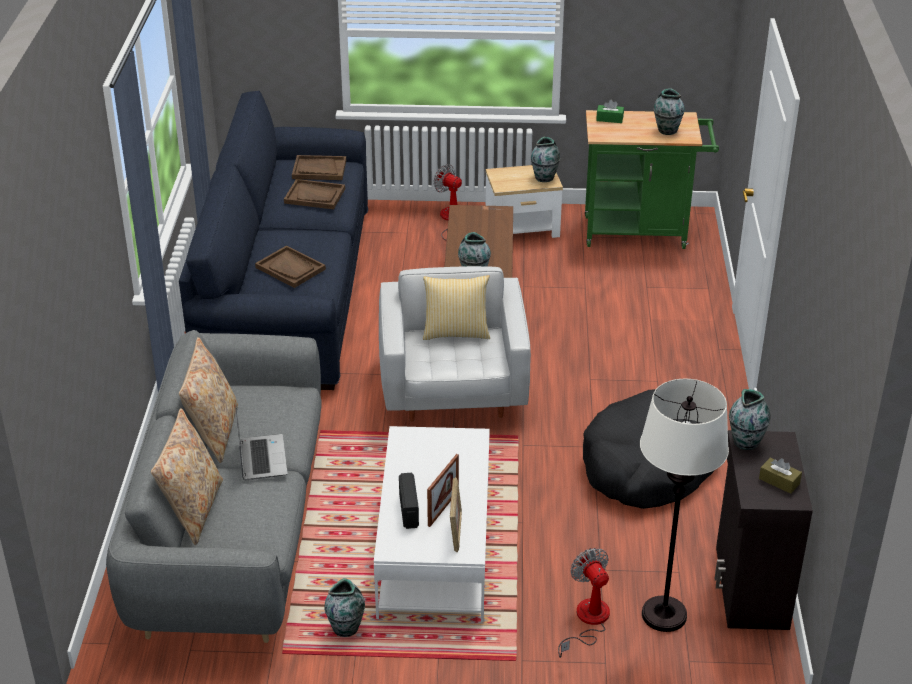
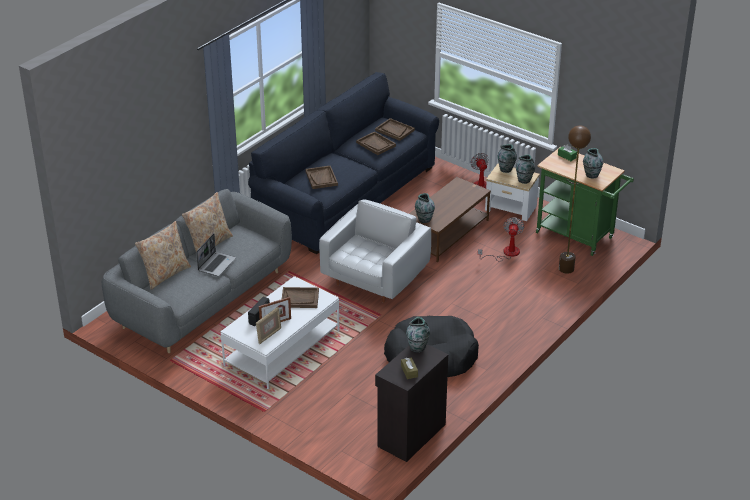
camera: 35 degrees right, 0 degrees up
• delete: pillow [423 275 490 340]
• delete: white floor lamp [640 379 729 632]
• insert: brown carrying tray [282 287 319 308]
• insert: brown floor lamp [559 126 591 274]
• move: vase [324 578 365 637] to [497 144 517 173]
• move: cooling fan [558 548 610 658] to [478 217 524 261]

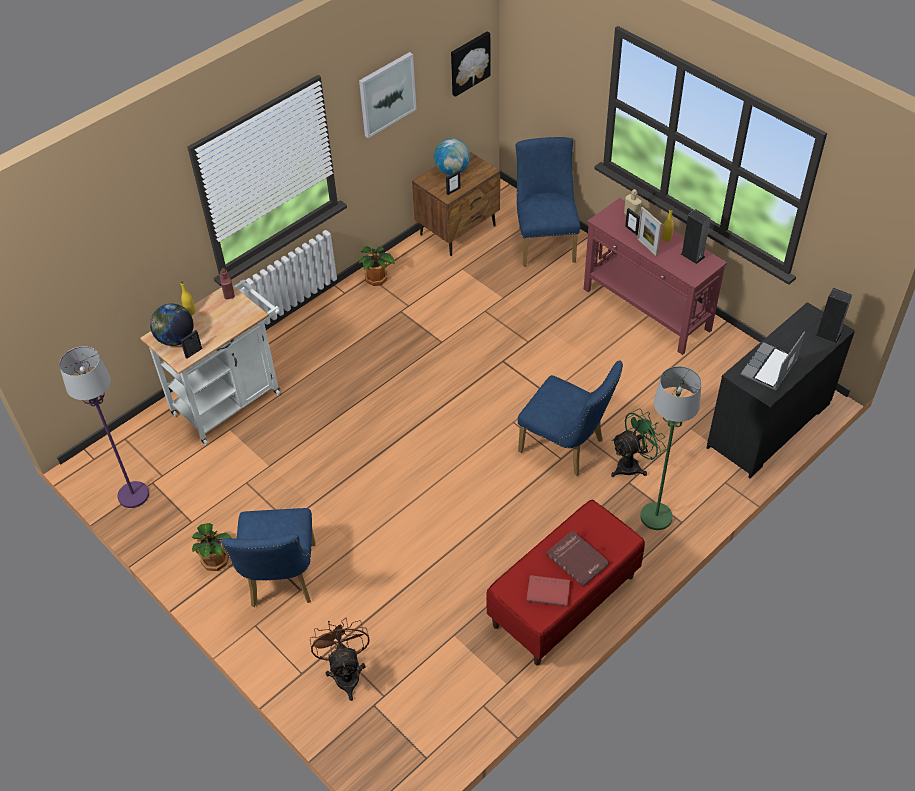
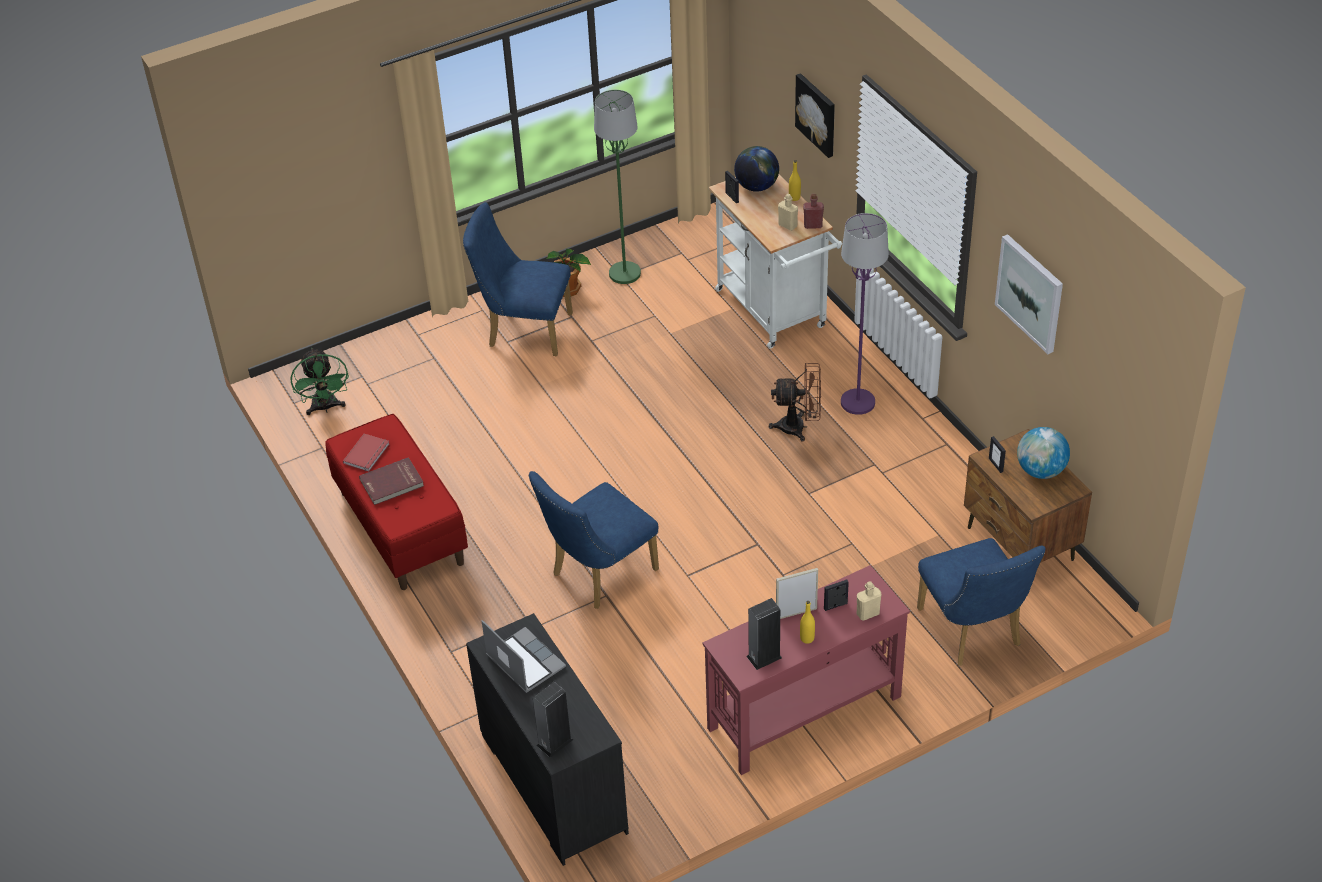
camera: 105 degrees right, 5 degrees down
• delete: houseplant [358 246 395 286]
• insert: sand-coloured drink bottle [778 194 798 231]
• move: purple-coloured floor lamp [59 346 149 508] to [841 213 889 415]
• move: brown cooling fan [310 618 370 701] to [769 363 821 442]
• move: wall art [451 31 491 97] to [795 73 835 158]
• move: green-coloured cooling fan [611 408 666 477] to [290 348 349 415]
• move: green-coloured floor lamp [640 366 702 530] to [594 90 641 284]
• rotate: blue chair [516 137 580 267] = [917 538 1045 666] 60 degrees clockwise

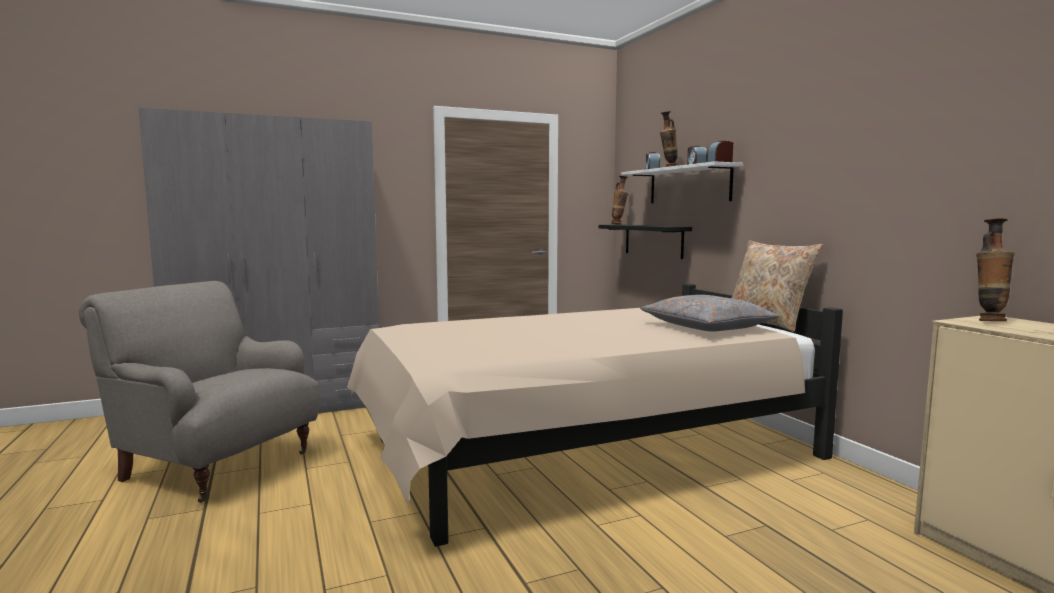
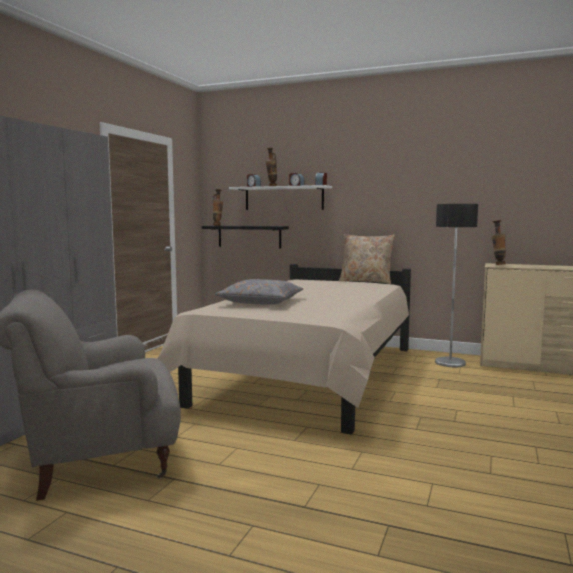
camera: 45 degrees left, 0 degrees up
• insert: floor lamp [435 204 478 367]
• move: greyish pillow [640 295 780 332] to [215 279 303 305]

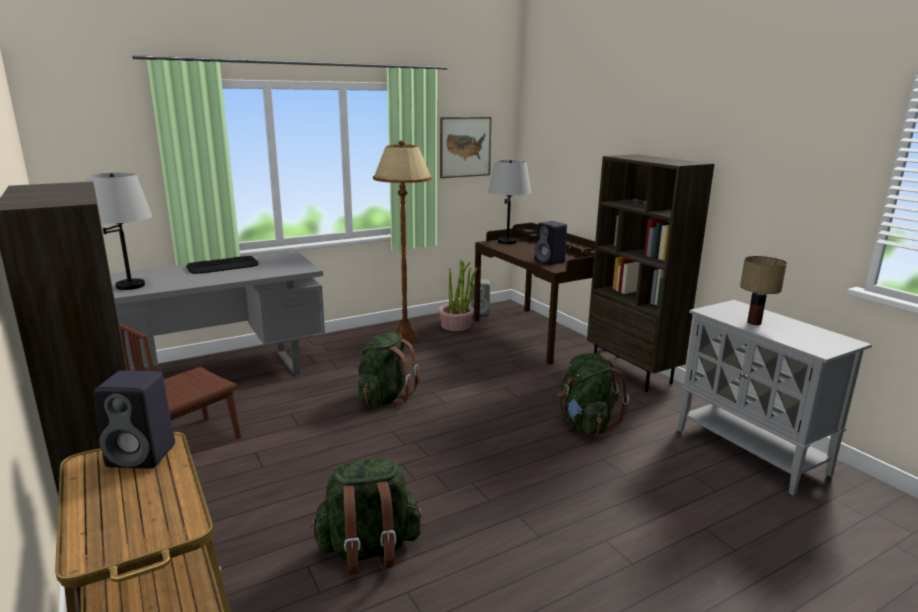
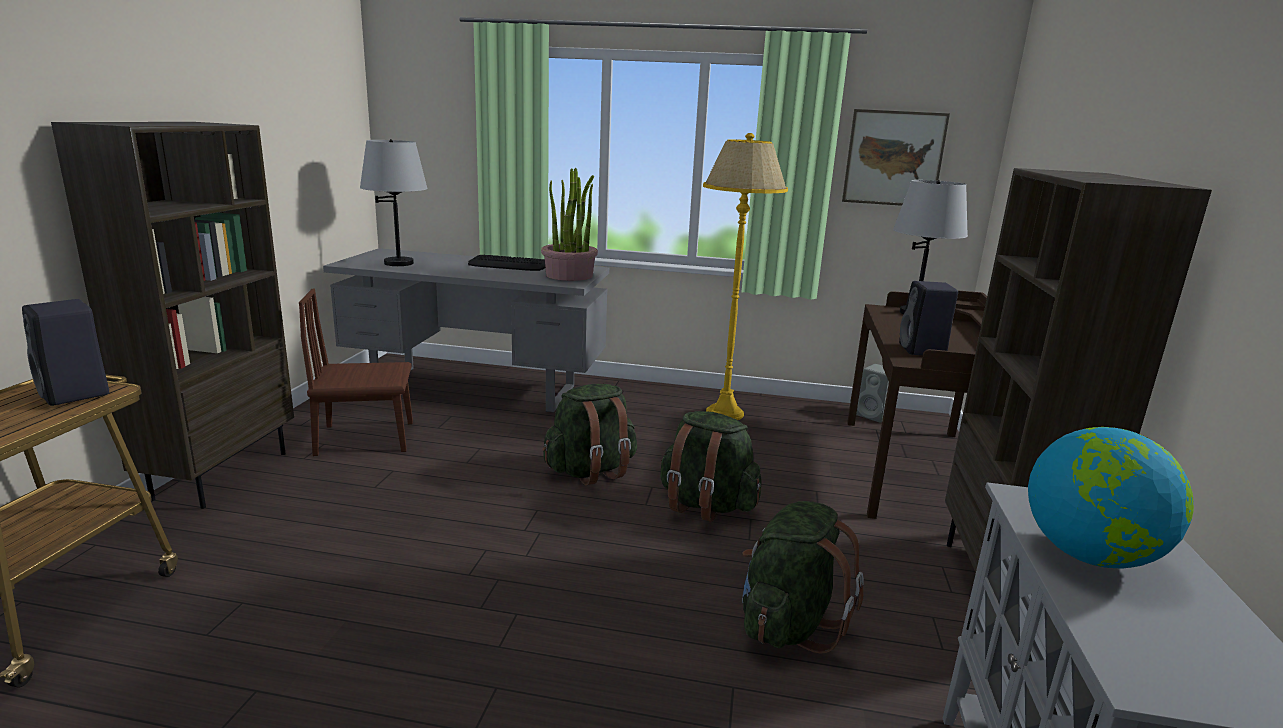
camera: 40 degrees right, 0 degrees up
• move: green-coloured knapsack [310 458 421 575] to [660 411 762 522]
• move: houseplant [438 260 478 331] to [541 168 598 281]
• replace: tabletop lamp [740 256 787 325] to globe [1028 427 1194 569]
• recolor: brown floor lamp [373 140 432 342] to yellow-coloured floor lamp [703 133 788 420]

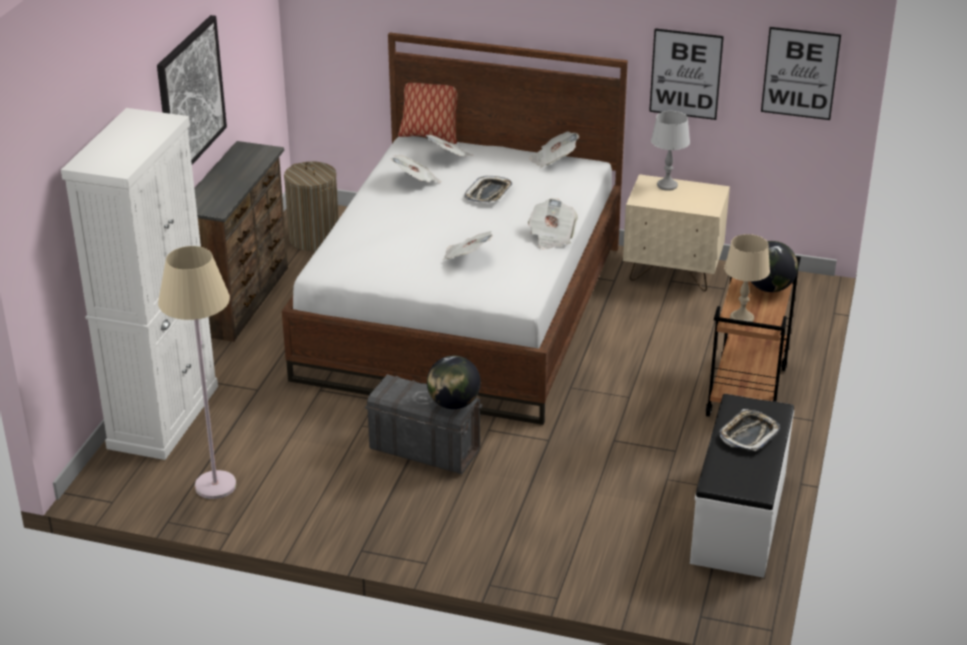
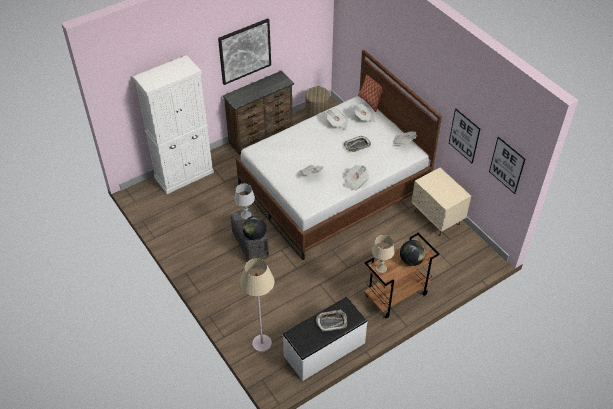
camera: 40 degrees right, 15 degrees up
• move: sand-coloured floor lamp [158 246 236 499] to [240 258 274 352]
• move: greyish tabletop lamp [651 111 690 191] to [234 184 255 220]

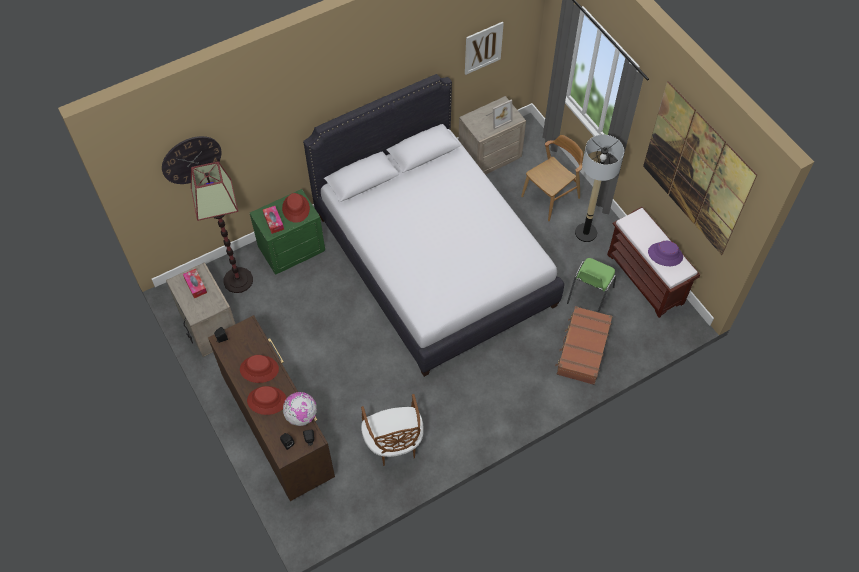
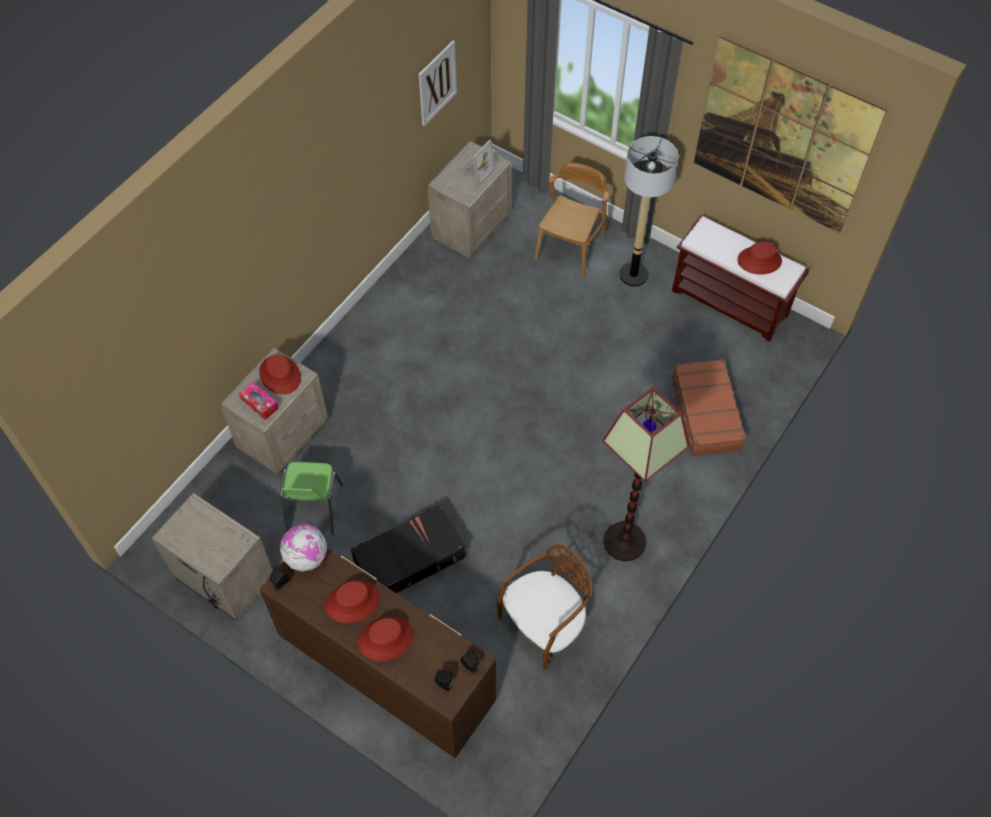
camera: 25 degrees left, 0 degrees up
• delete: hanging clock [162 136 222 184]
• delete: tissue box [183 269 207 298]
• delete: white bedroom bed [303 74 564 377]
• insert: black-coloured travel case [351 504 466 593]
• move: floor lamp [191 162 253 293] to [602 387 690 561]
• move: globe [283 392 316 426] to [280 524 327 571]
• move: green-coloured chair [567 258 616 312] to [280 462 343 535]
• recolor: green-coloured night table [250 189 325 274] to sand-coloured night table [220 348 328 474]
• recolor: purple-coloured wearable hat [648 241 683 266] to red-coloured wearable hat [738 242 782 275]
• rotate: brown chair [361 394 424 466] = [497 545 591 670] 90 degrees counterclockwise

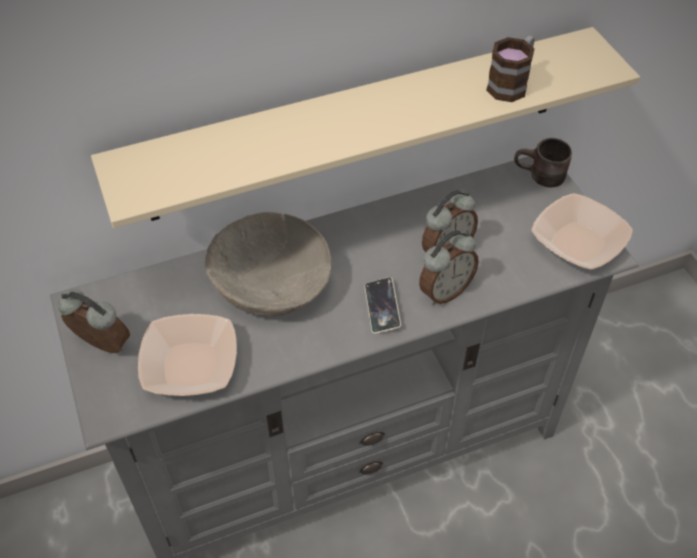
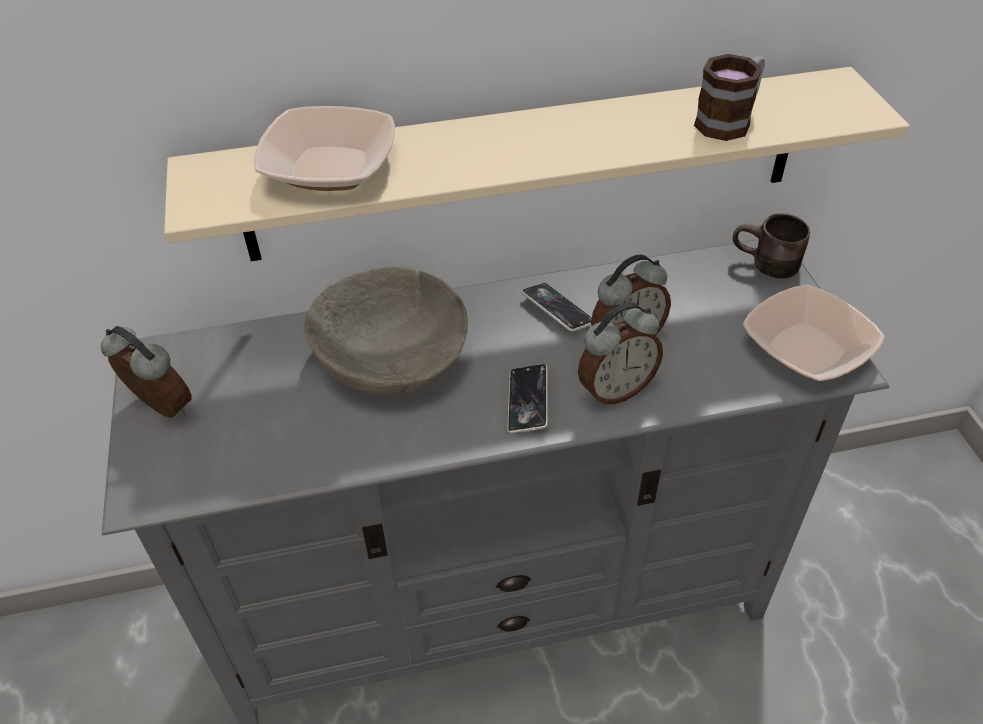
camera: 10 degrees right, 5 degrees down
• insert: telephone [521 283 592 332]
• move: serving bowl [138 314 237 396] to [253 106 395 191]

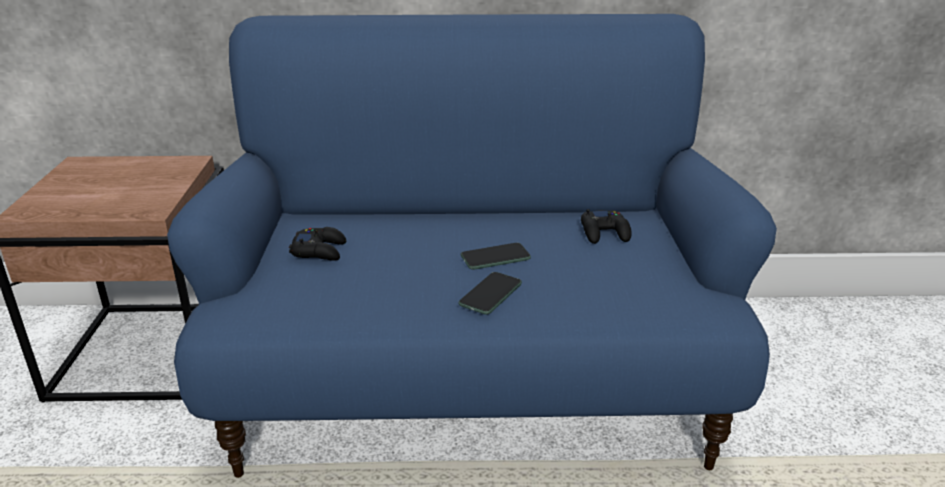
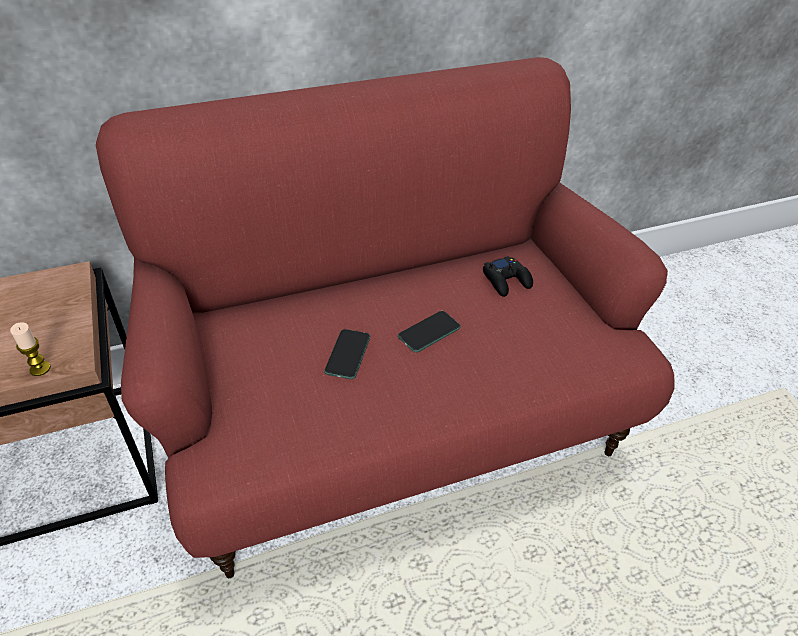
camera: 20 degrees left, 15 degrees up
• delete: black-coloured joypad [289 227 346 261]
• insert: wax light [10 322 51 376]
• move: telephone [458 272 522 315] to [324 329 370 379]
• recolor: blue sofa [167 14 777 478] to red-coloured sofa [96 57 675 578]

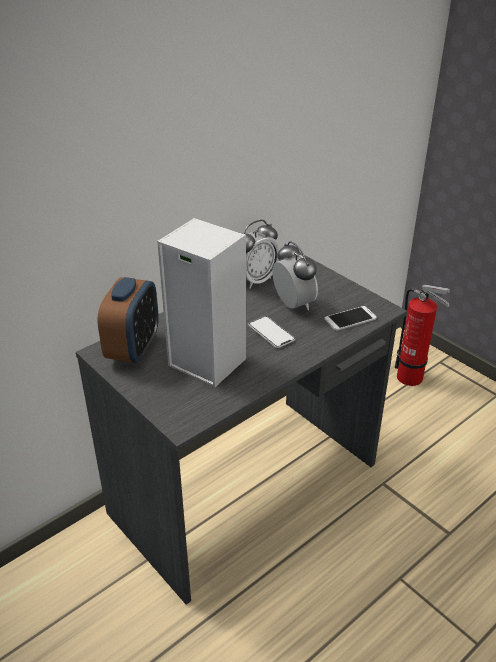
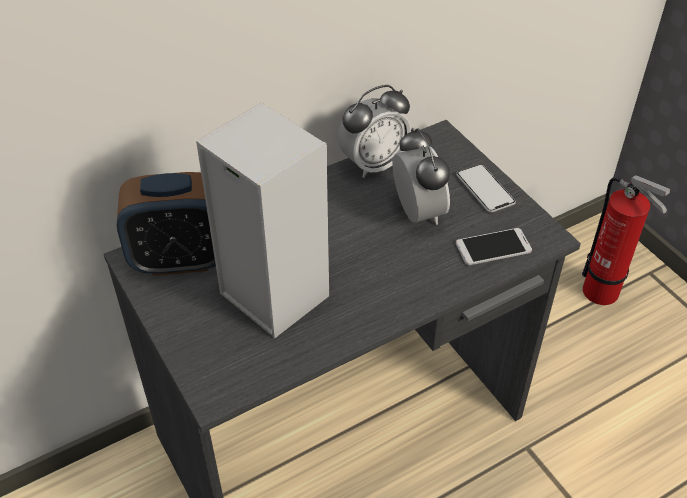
camera: 10 degrees right, 10 degrees up
• move: telephone [248 316 295 348] to [456 164 516 213]
• rotate: table clock [98 277 159 363] = [117 172 216 276] 60 degrees clockwise

